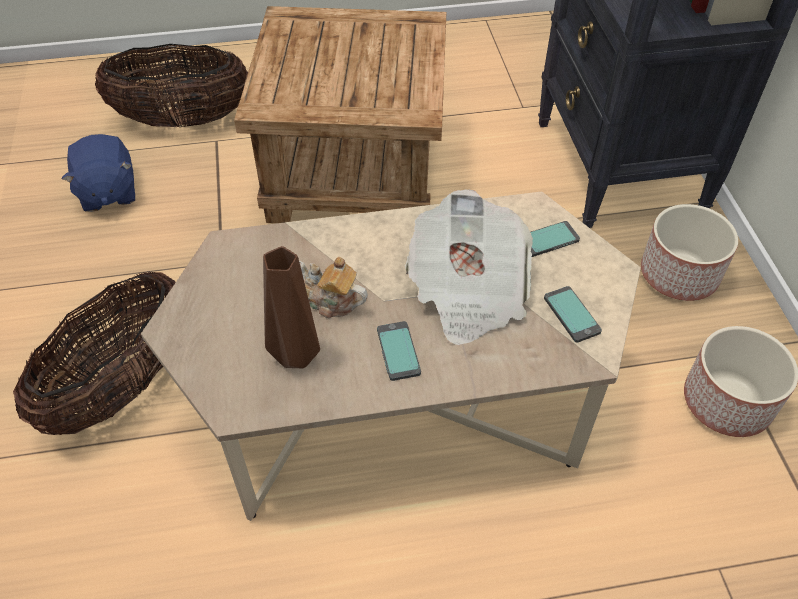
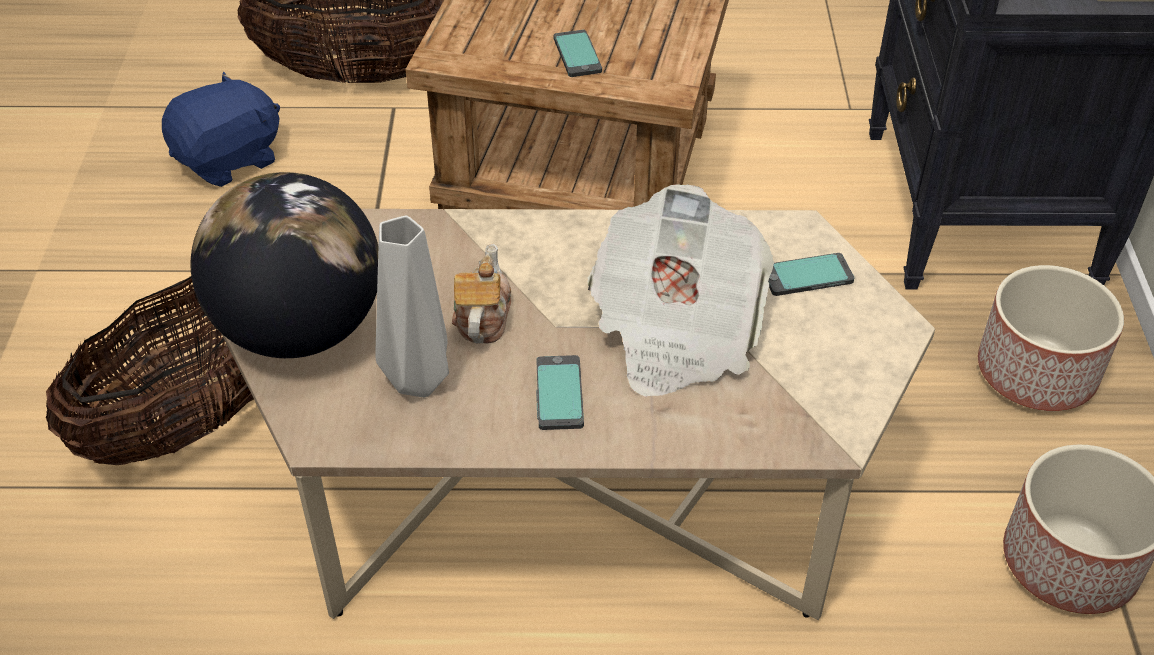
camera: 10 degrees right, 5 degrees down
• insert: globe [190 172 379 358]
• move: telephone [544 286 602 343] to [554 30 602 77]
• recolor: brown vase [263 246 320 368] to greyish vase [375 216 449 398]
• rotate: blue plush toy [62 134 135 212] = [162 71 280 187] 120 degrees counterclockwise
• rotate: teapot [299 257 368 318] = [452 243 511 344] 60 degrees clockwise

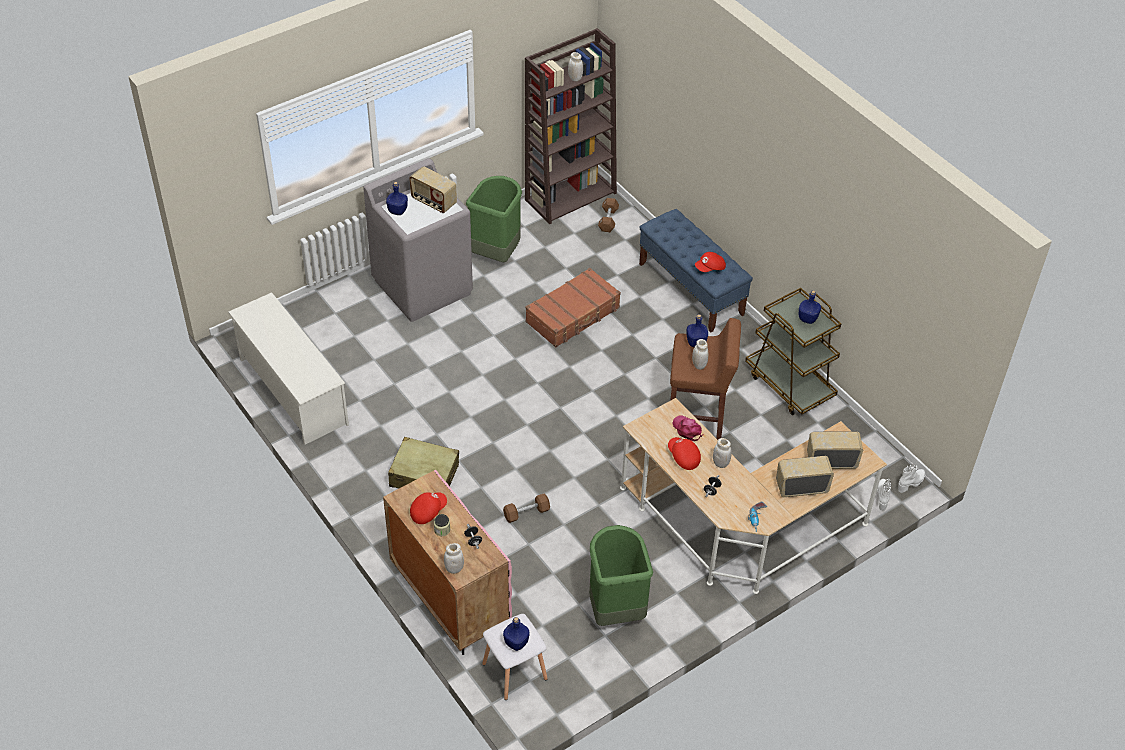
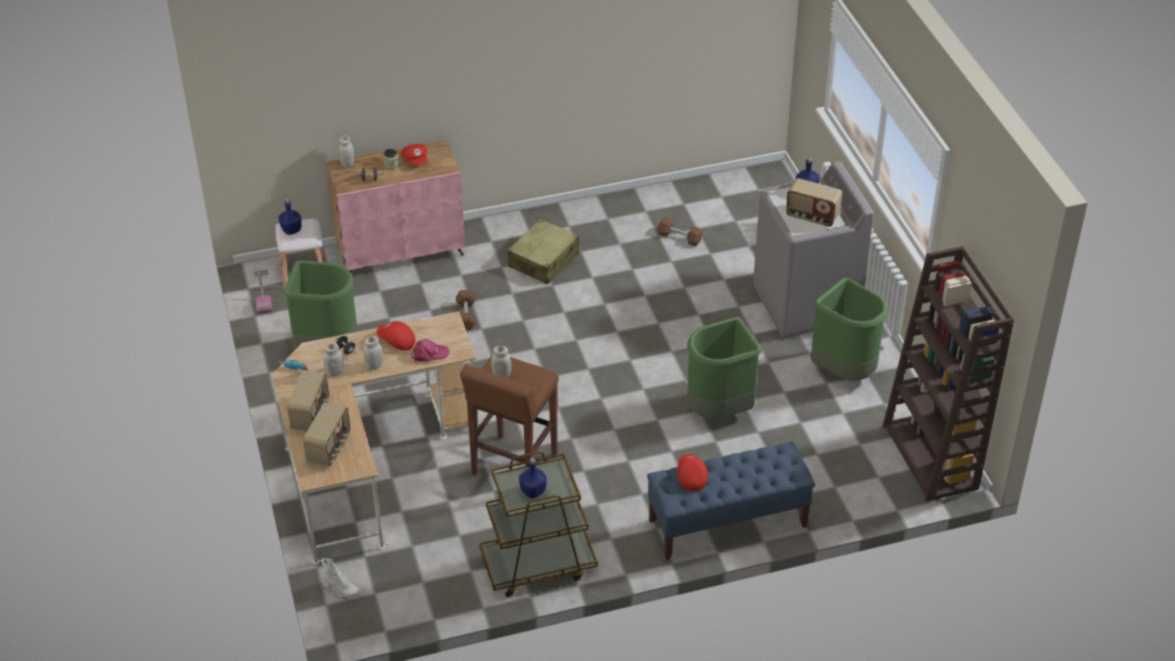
camera: 110 degrees right, 5 degrees down
• delete: white shoe shelf [228 292 349 445]
• delete: blue drink bottle [686 314 708 347]
• delete: white tall boot [898 464 925 493]
• insert: vacuum [254 267 273 314]
• move: white jar [568 52 583 81] to [323 343 344 377]
• move: brown hand weight [598 198 619 232] to [658 217 702 246]
• replace: brown travel case [525 268 621 347] to green-coloured trash can [687 317 762 419]
• rotate: radio receiver [409 166 457 213] = [786 178 842 227] 120 degrees counterclockwise
• rotate: red-coloured peaked cap [668 437 701 470] = [377 321 415 351] 135 degrees counterclockwise

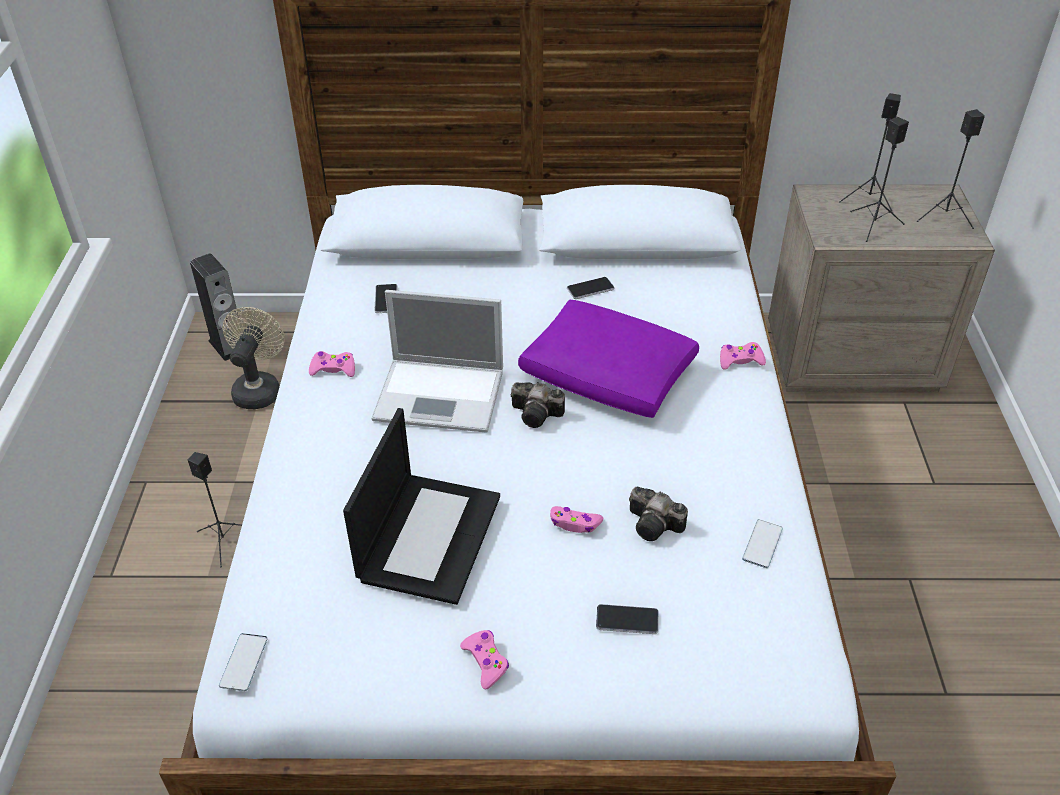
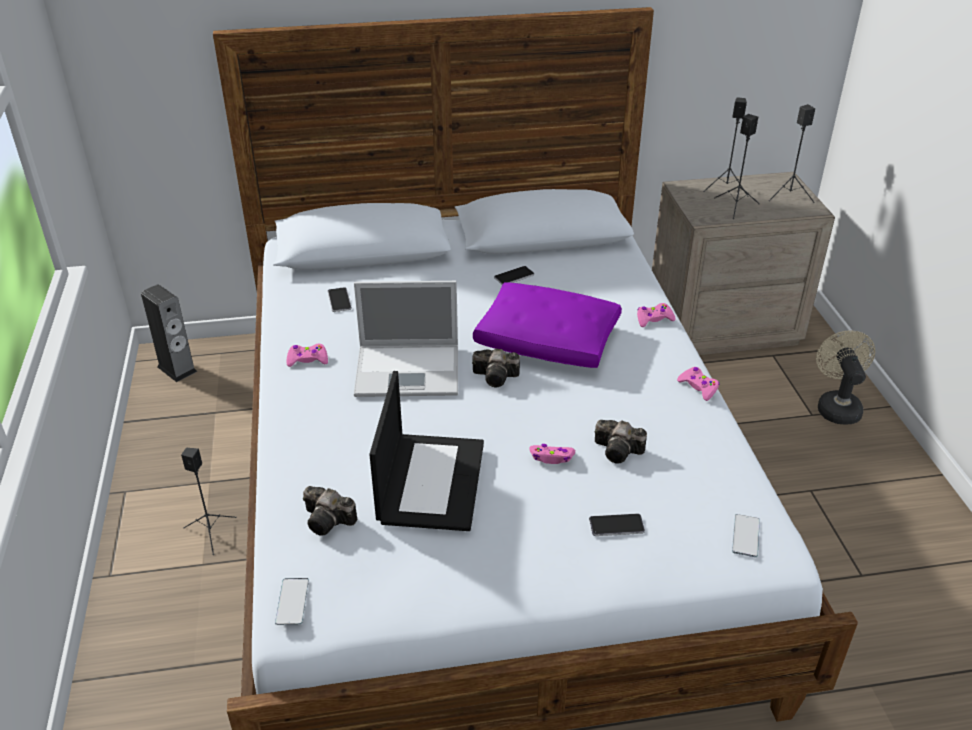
camera: 10 degrees left, 5 degrees down
• insert: still camera [303 486 357 536]
• move: sand-coloured cooling fan [222 307 285 409] to [816 330 875 425]
• move: pinkish joypad [460 630 509 689] to [677 367 720 401]
• move: telephone [742 519 783 568] to [732 514 760 557]

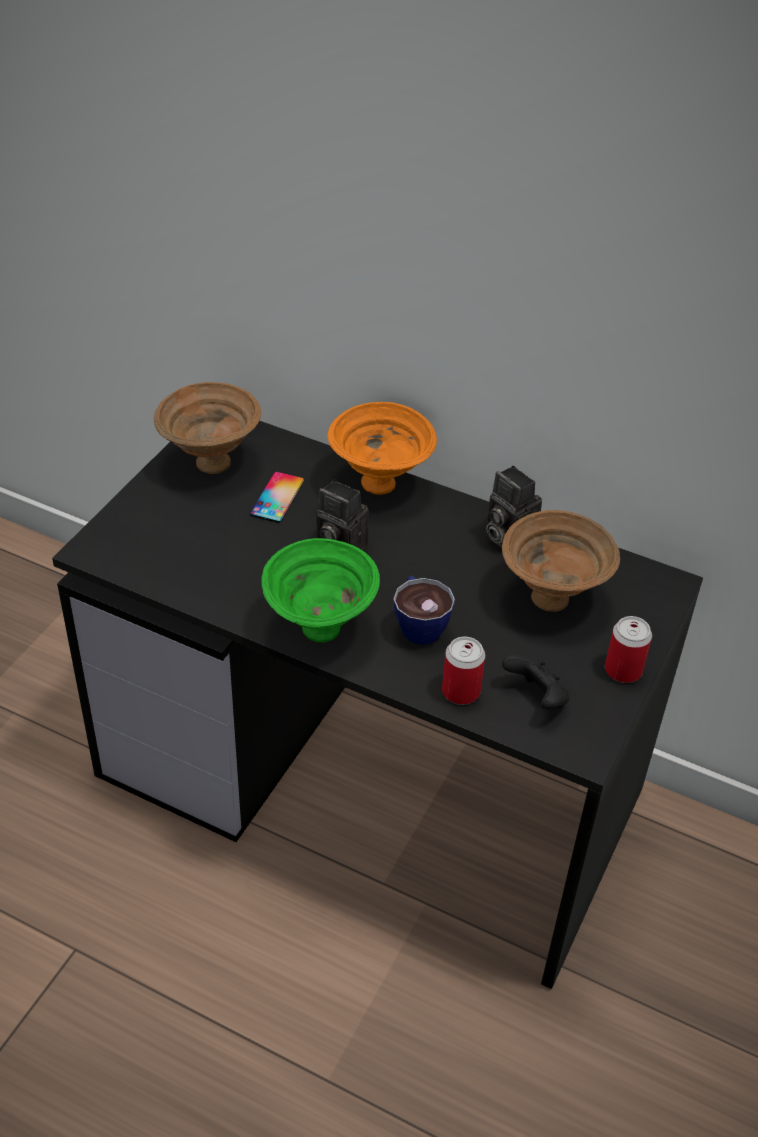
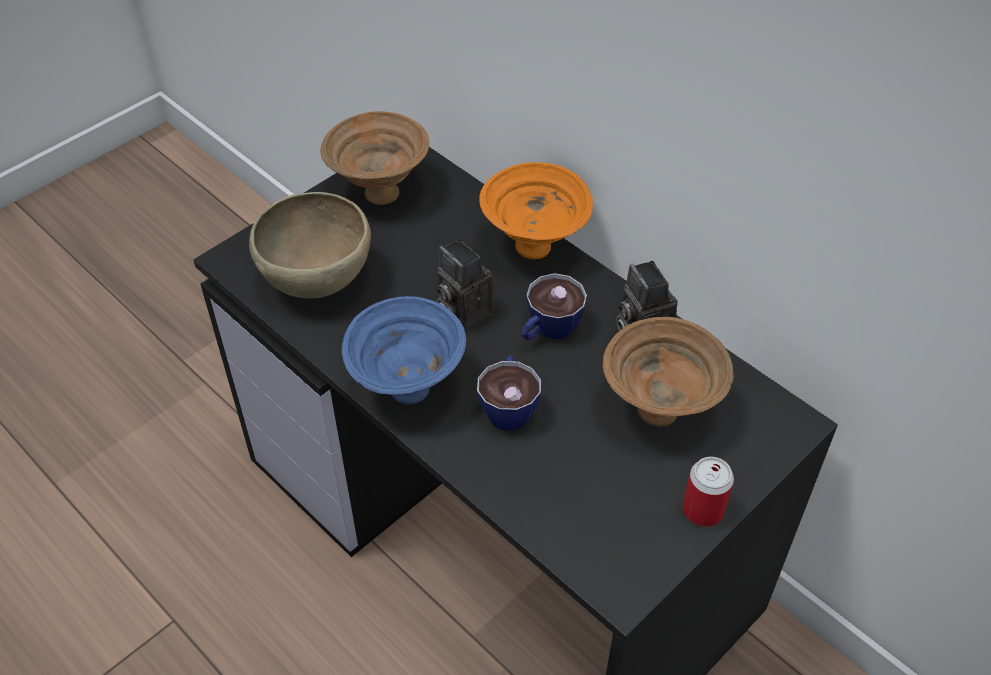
camera: 20 degrees right, 5 degrees up
• delete: telephone [250 472 304 523]
• delete: can [442 637 485 705]
• delete: black-coloured joypad [502 655 570 710]
• insert: brown serving bowl [249 192 371 299]
• insert: drinking cup [522 273 587 340]
• recolor: green-coloured serving bowl [261 538 380 643] to blue serving bowl [342 296 466 405]

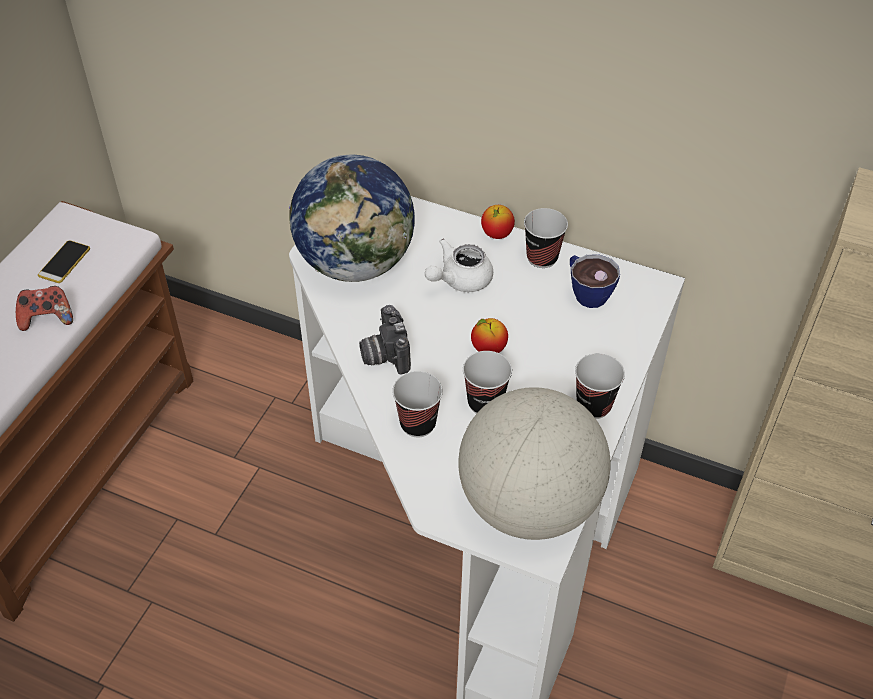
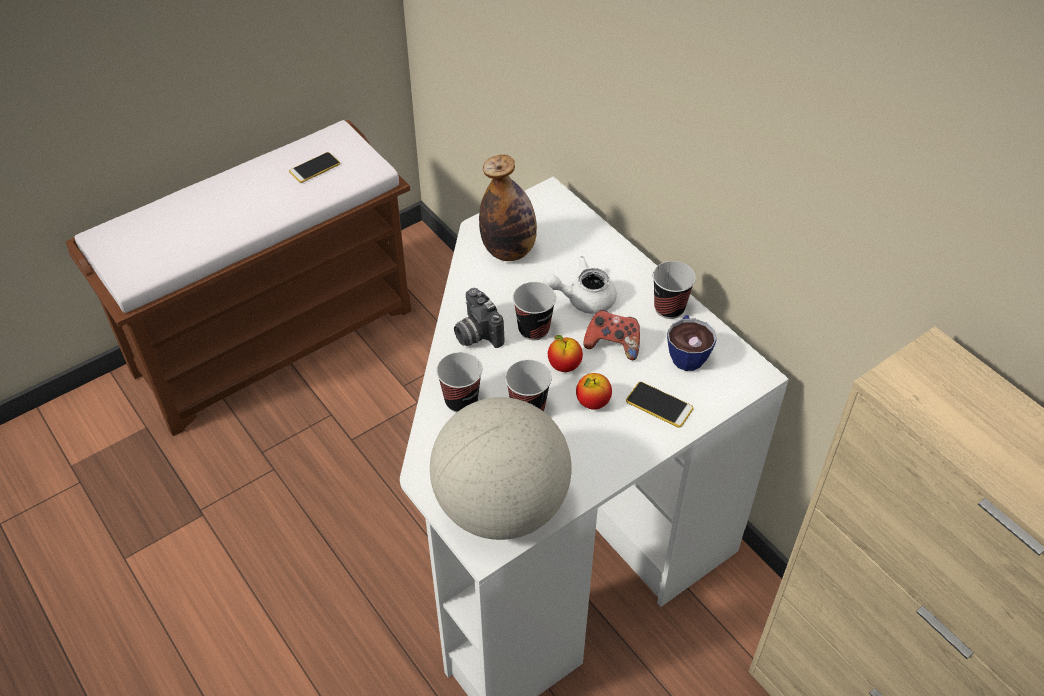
camera: 30 degrees right, 0 degrees up
• insert: telephone [626 382 694 428]
• move: joypad [16 286 73 331] to [583 310 640 360]
• move: whole apple [481 205 515 239] to [576 373 612 410]
• move: drinking cup [575 353 625 419] to [513 282 556 340]
• replace: globe [289 155 415 282] to drink bottle [479 155 537 261]
• rotate: still camera [359 305 411 374] = [454 288 505 348] 45 degrees counterclockwise

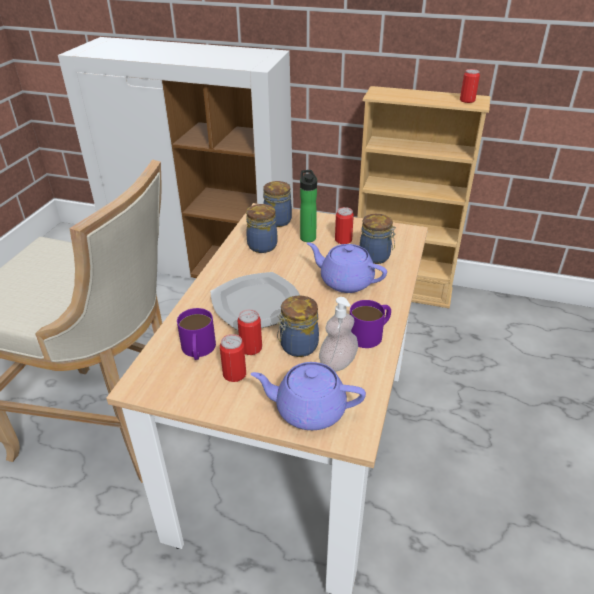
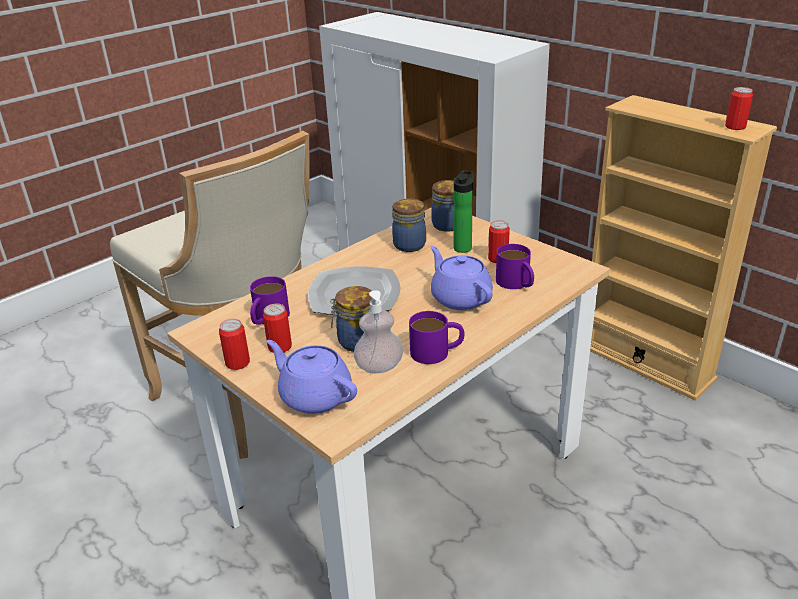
camera: 30 degrees right, 5 degrees down
• move: can [237 309 262 355] to [219 319 250 370]
• replace: jar [360 214 396 264] to purple-coloured tea mug [496 244 534 289]

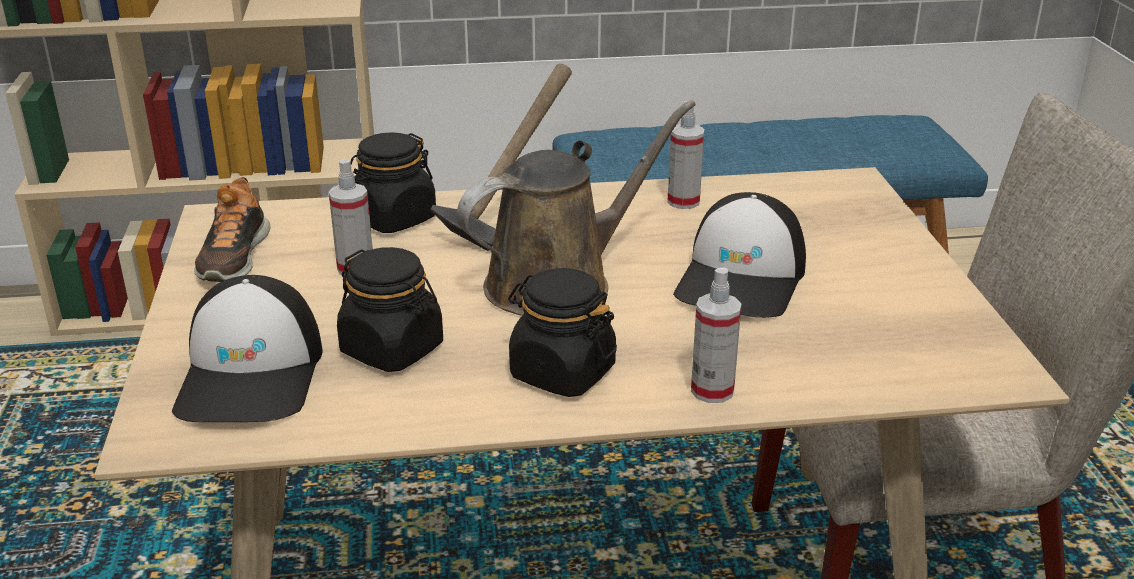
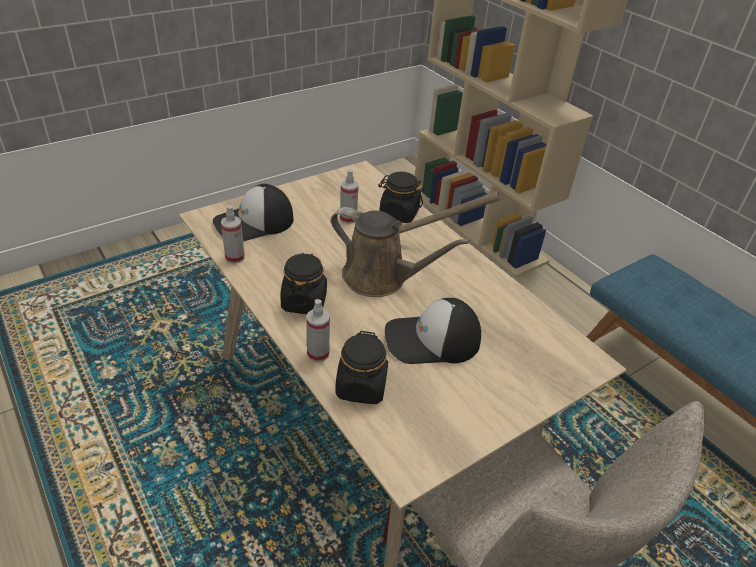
camera: 60 degrees right, 10 degrees up
• delete: item of footwear [194 177 271 282]
• move: black-coloured jar [337 247 443 372] to [335 331 388 404]
• move: spray bottle [667 101 704 209] to [221 205 245 264]

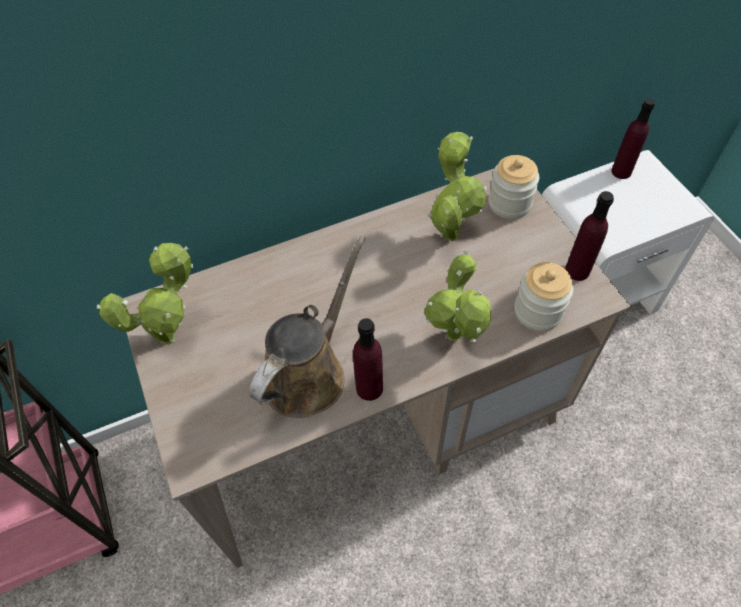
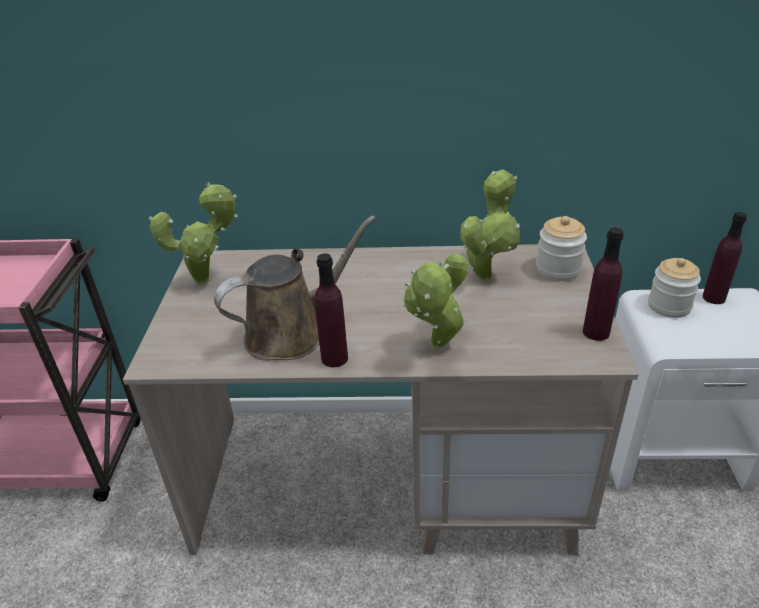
camera: 25 degrees right, 20 degrees down
• move: jar [515 262 573 331] to [648 258 701 318]

